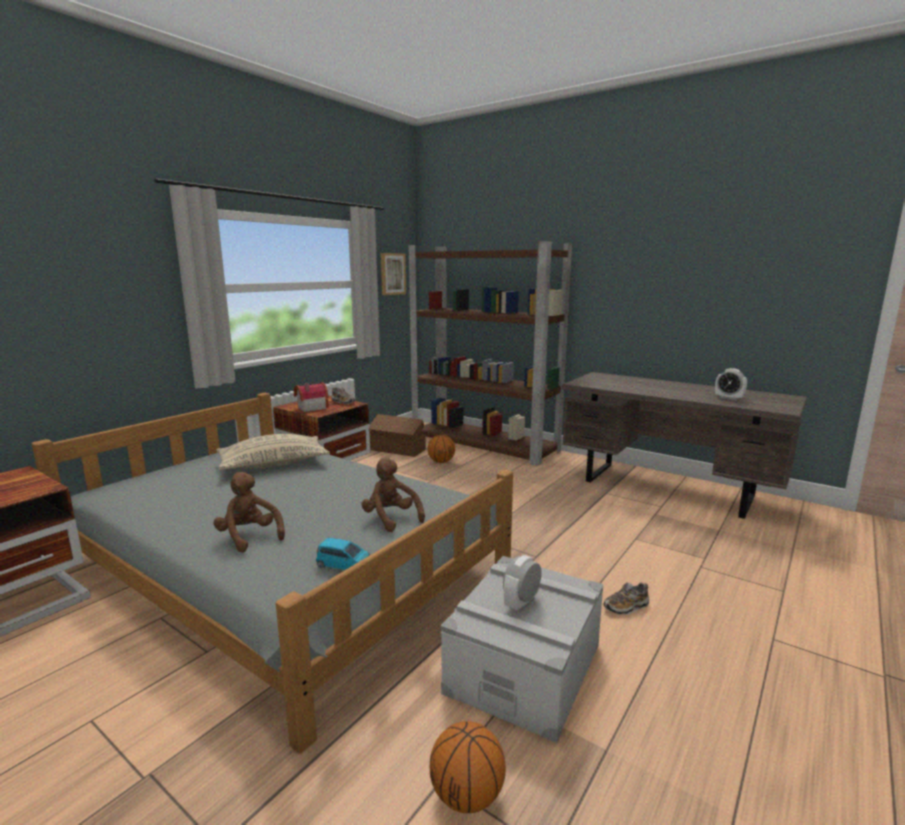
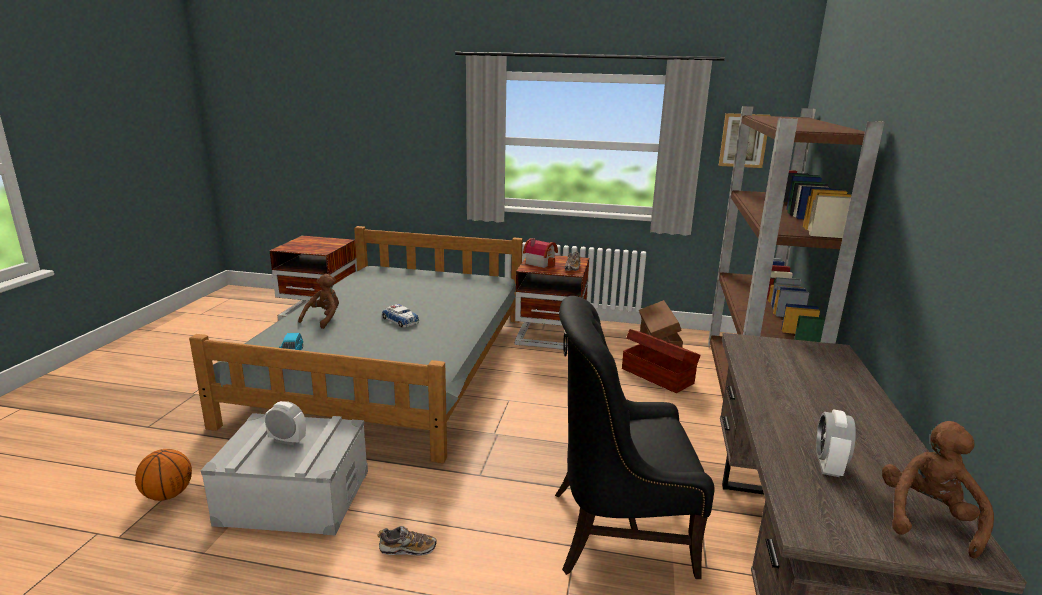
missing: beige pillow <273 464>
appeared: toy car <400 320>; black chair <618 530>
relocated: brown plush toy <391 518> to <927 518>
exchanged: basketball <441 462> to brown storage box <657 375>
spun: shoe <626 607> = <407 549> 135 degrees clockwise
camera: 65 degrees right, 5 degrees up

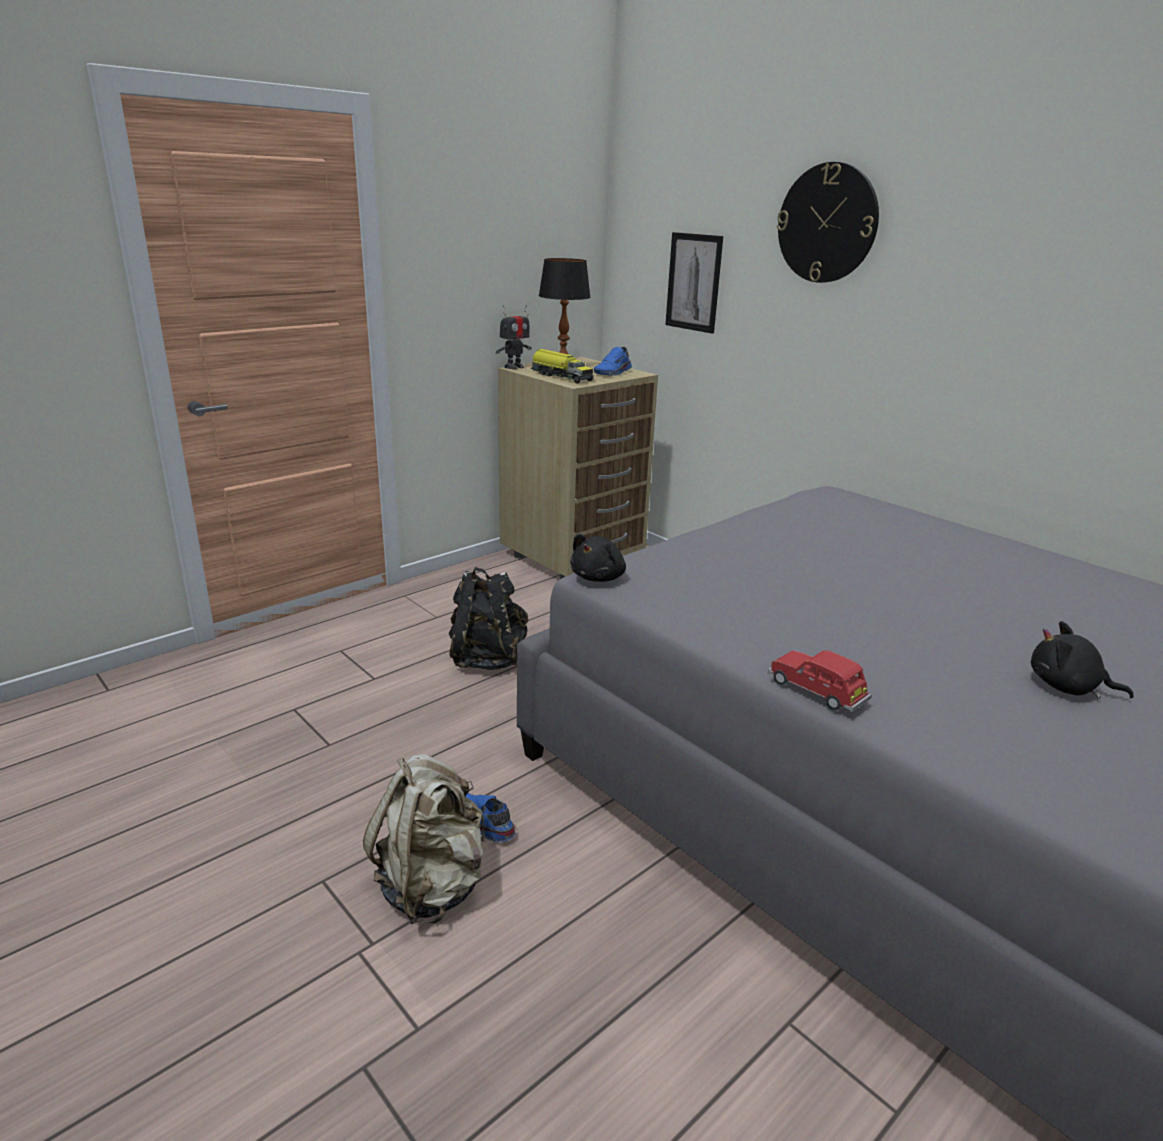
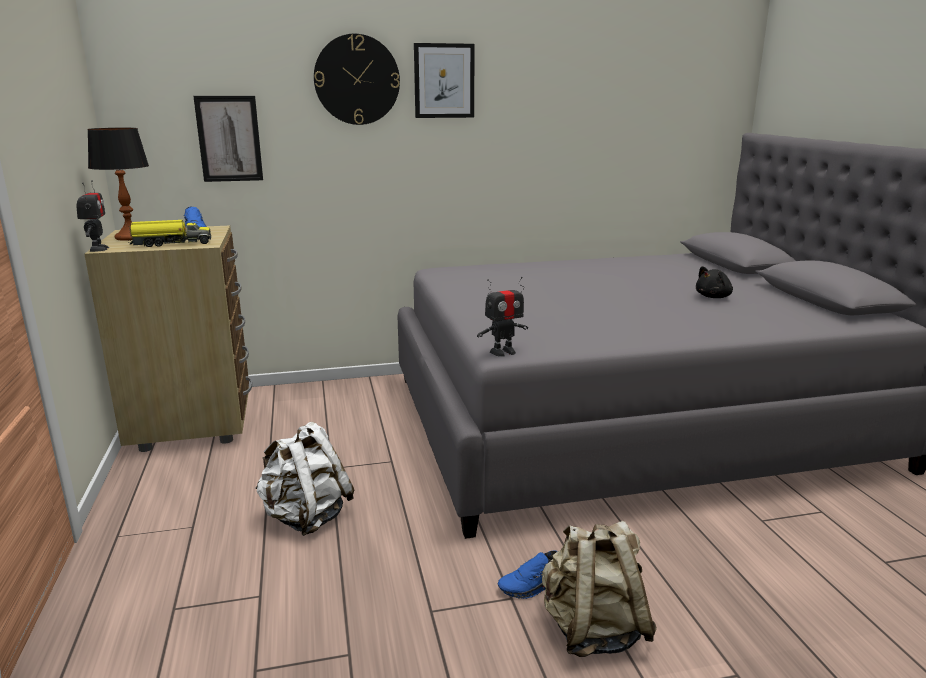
missing: red toy car <817 692>
appeared: picture <444 81>
exchanged: black plush toy <599 577> to toy robot <503 352>
colour: black backpack <488 659> to white backpack <306 517>
camera: 60 degrees left, 5 degrees down

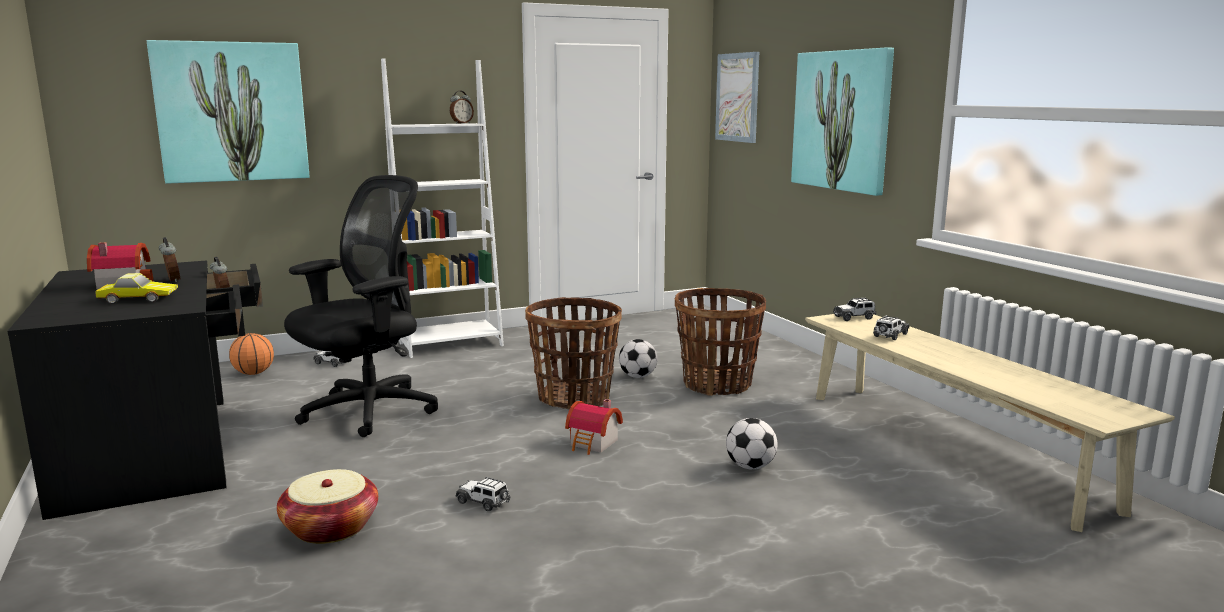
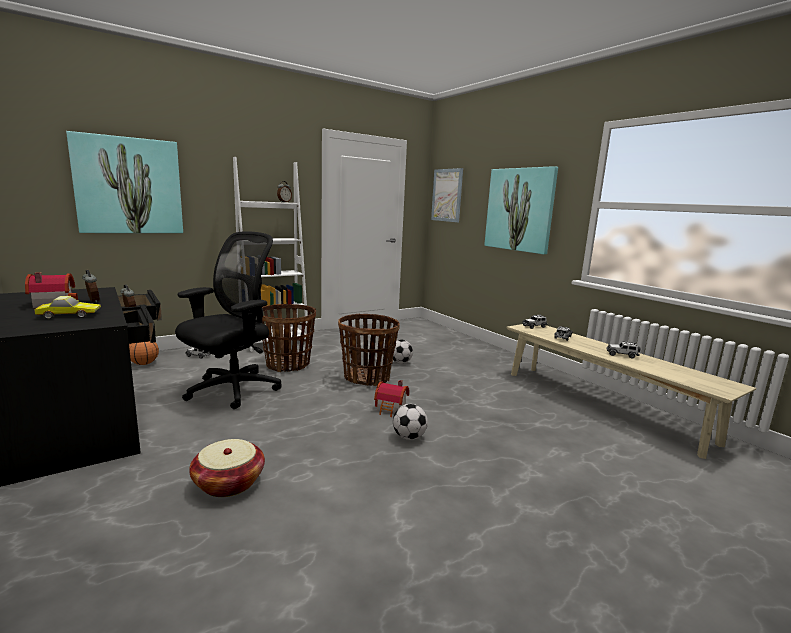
relocated: toy car <483 502> to <622 355>; basket <717 384> to <288 364>; football <750 467> to <409 437>
camera: 10 degrees left, 0 degrees up

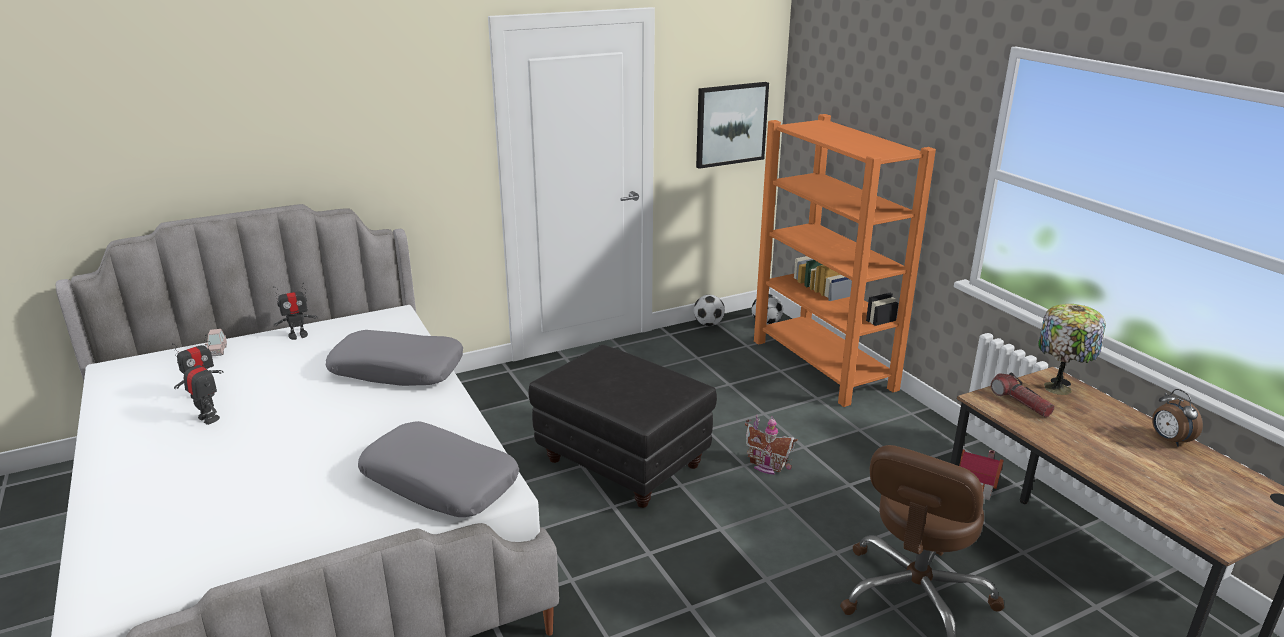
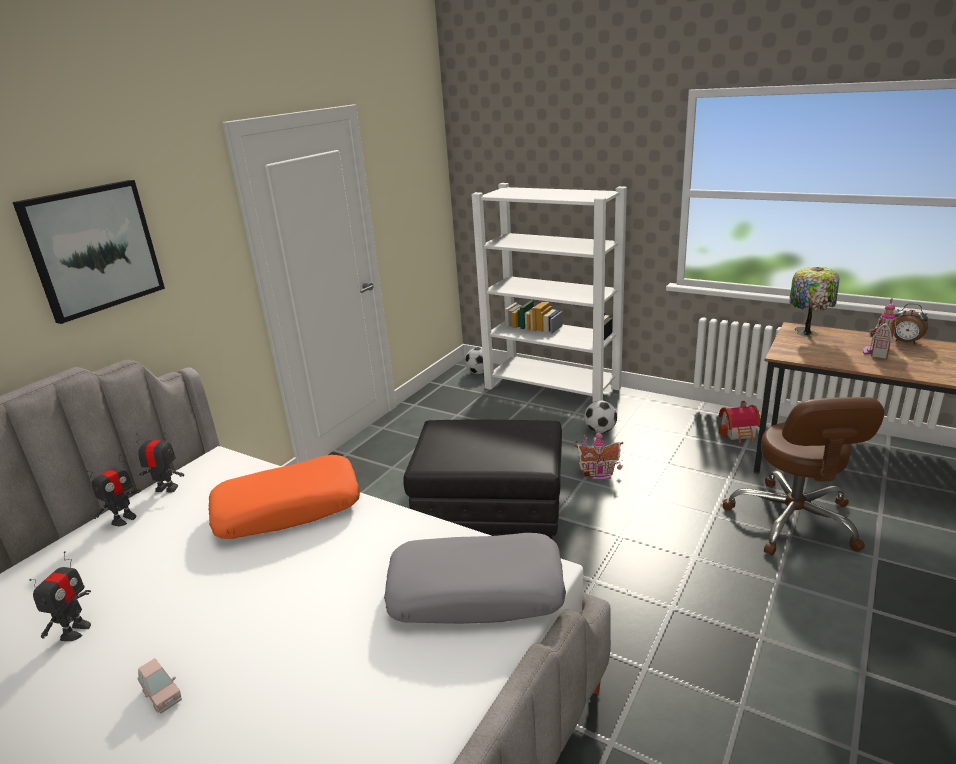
missing: flashlight <1020 403>
appeared: toy house <876 351>
relocated: toy robot <208 418> to <167 488>; pink toy car <217 351> to <162 695>; football <708 324> to <600 430>; picture <730 124> to <93 249>
colour: grey pillow <398 370> to orange pillow <288 508>; orange bookcase <823 365> to white bookcase <552 388>
camera: 30 degrees left, 0 degrees up

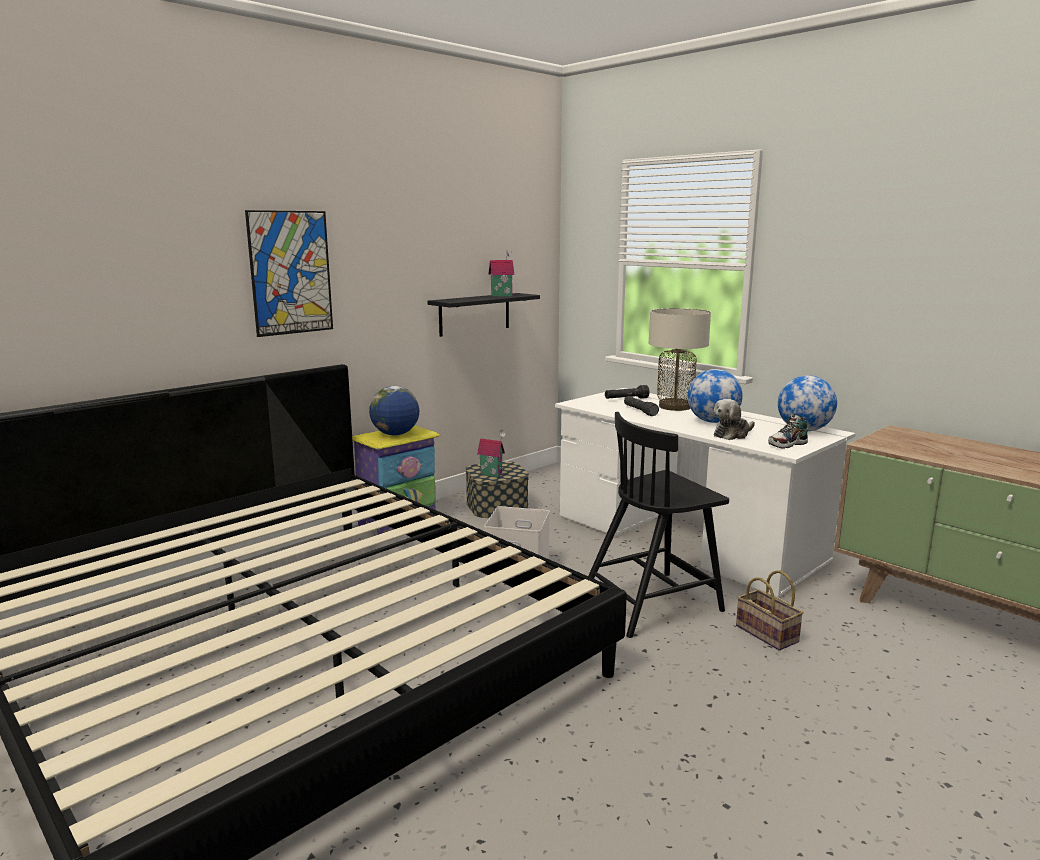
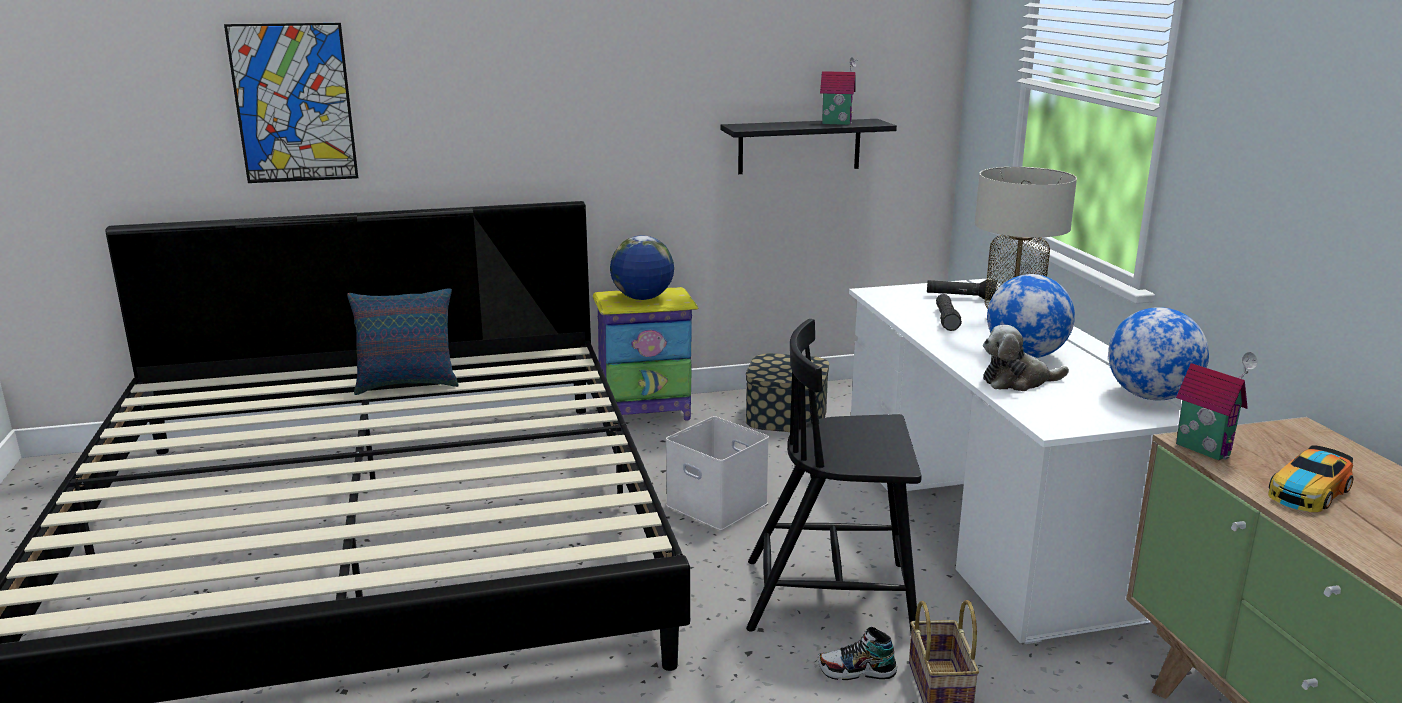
appeared: blue pillow <407 385>; toy car <1308 492>
relocated: picture <291 273> to <293 103>; toy house <492 474> to <1205 448>; shoe <787 444> to <856 671>
camera: 30 degrees right, 5 degrees up

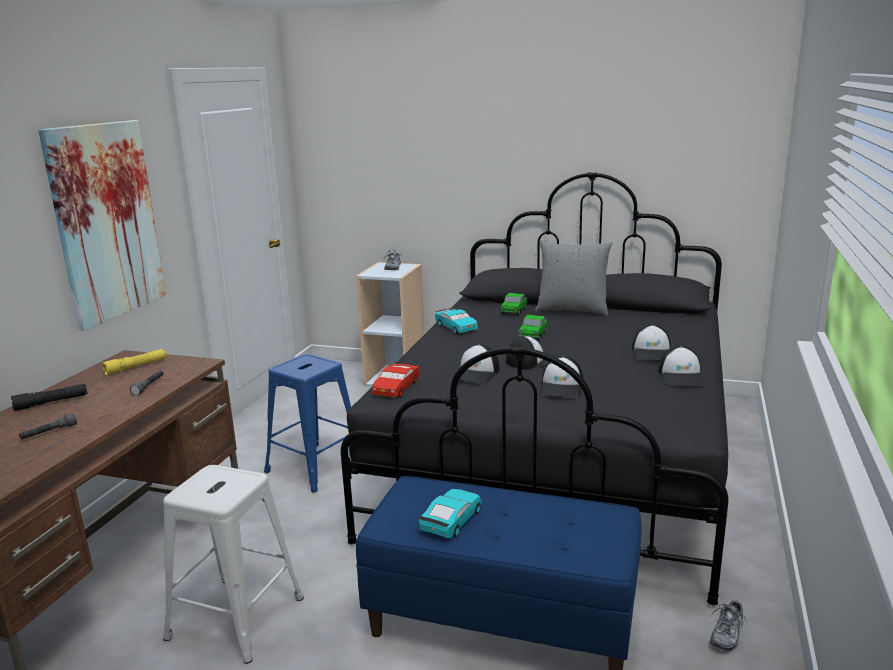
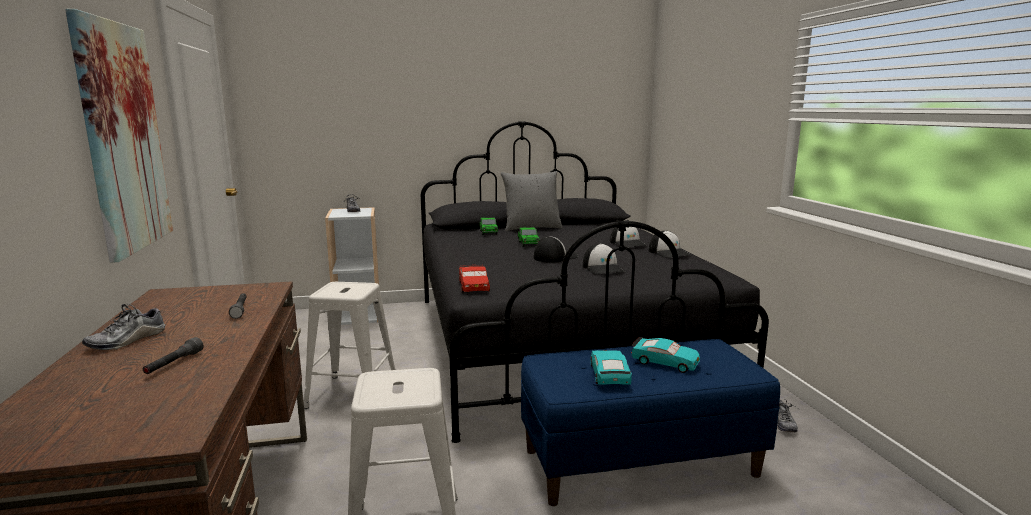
missing: yellow flashlight <136 367>; cap <476 373>
relocated: turquoise toy car <456 327> to <664 362>
exchanged: black flashlight <51 403> to shoe <127 340>
colour: blue stool <315 467> to white stool <352 393>
camera: 30 degrees left, 5 degrees down

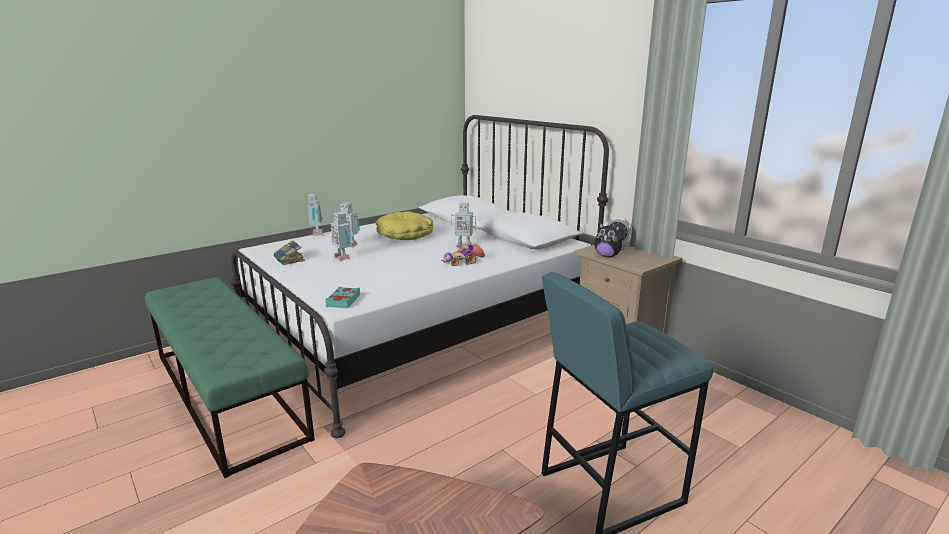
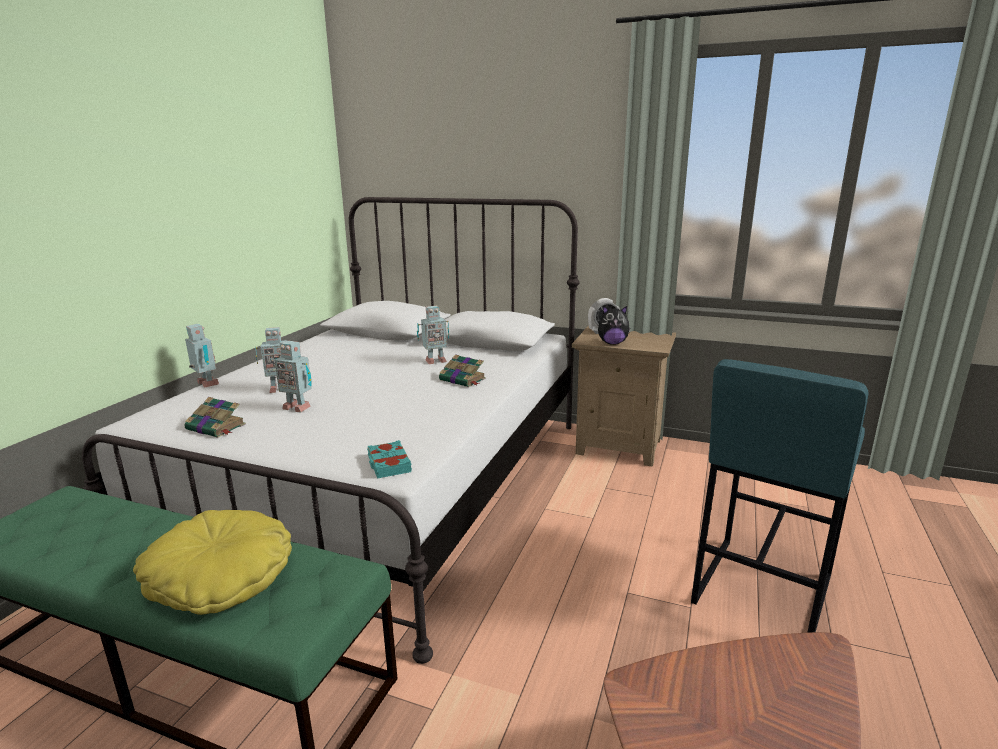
relocated: yellow pillow <406 235> to <223 576>
exchanged: toy car <462 261> to book <463 380>
camera: 30 degrees left, 0 degrees up

